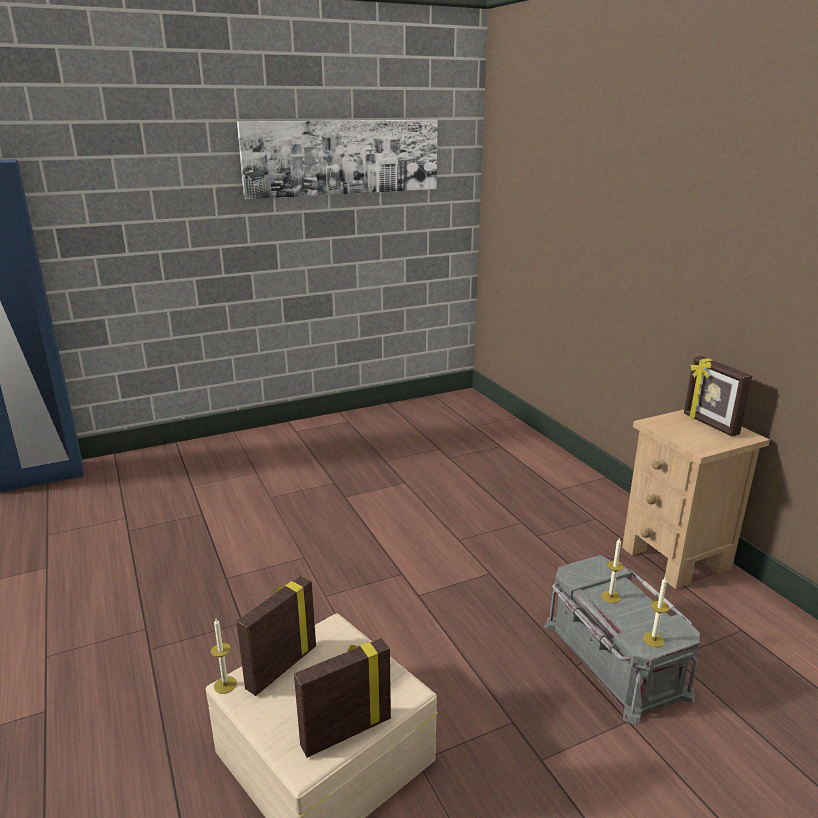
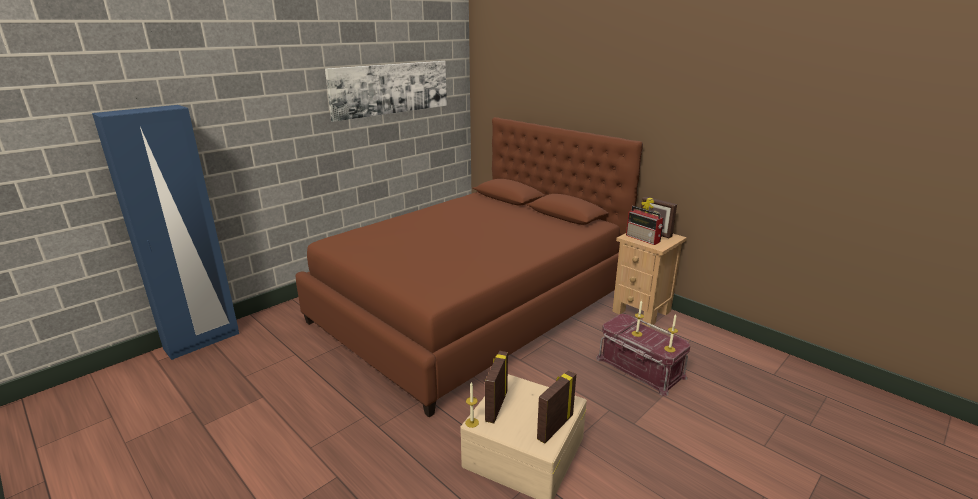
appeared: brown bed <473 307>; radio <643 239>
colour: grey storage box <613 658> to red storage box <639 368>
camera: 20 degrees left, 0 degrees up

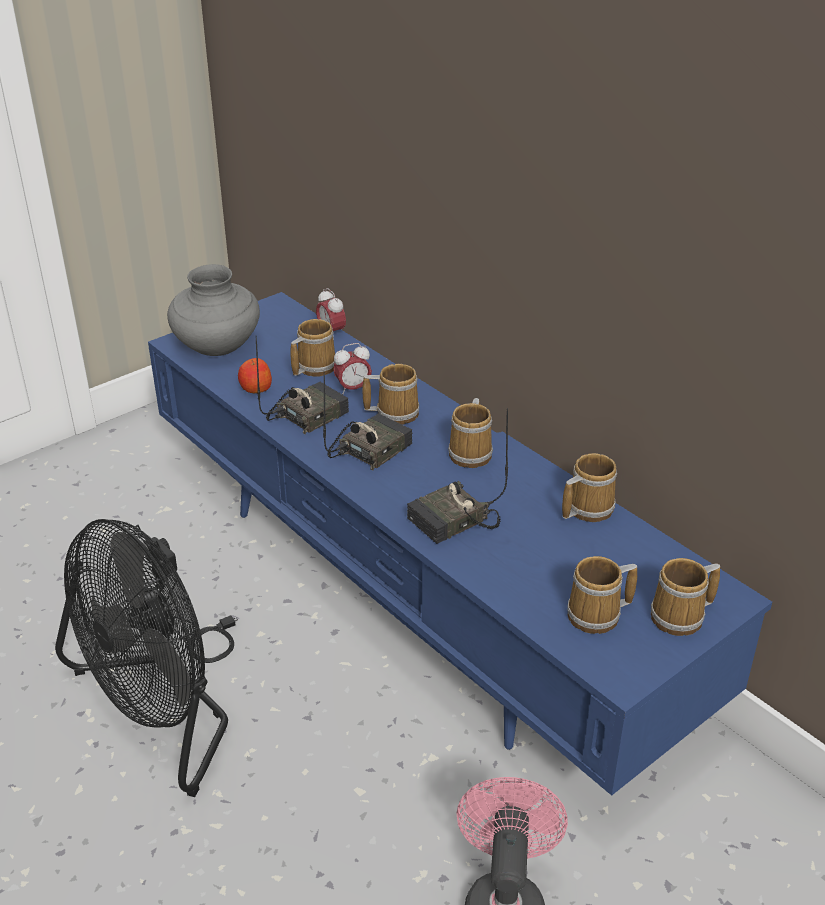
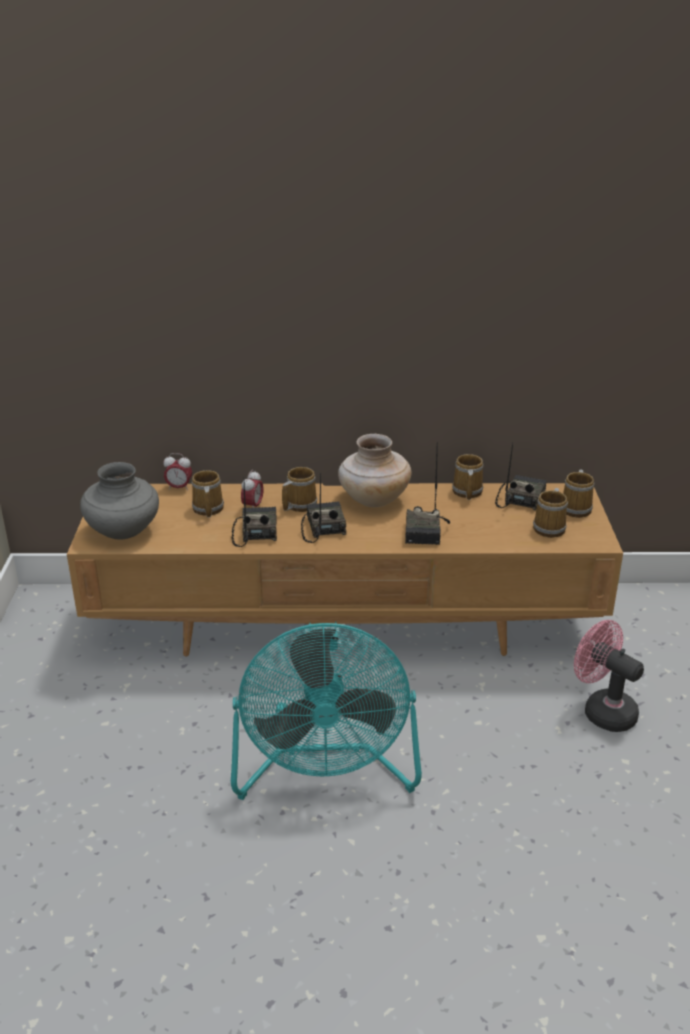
missing: apple <255 388>
appeared: radio <520 499>
exchanged: mug <472 453> to beige vase <373 500>
colour: black fan <165 702> to turquoise fan <318 768>; blue tv stand <415 588> to brown tv stand <345 623>
camera: 50 degrees left, 5 degrees down

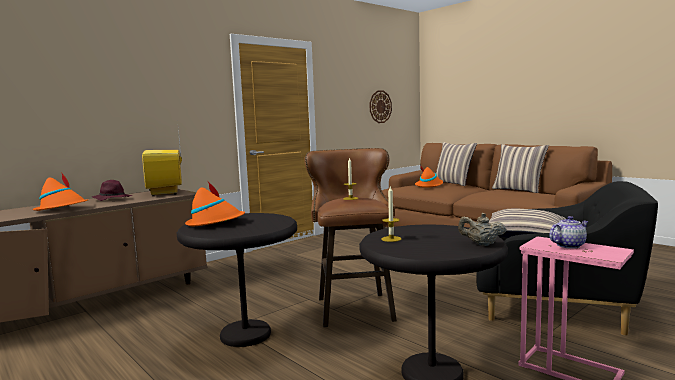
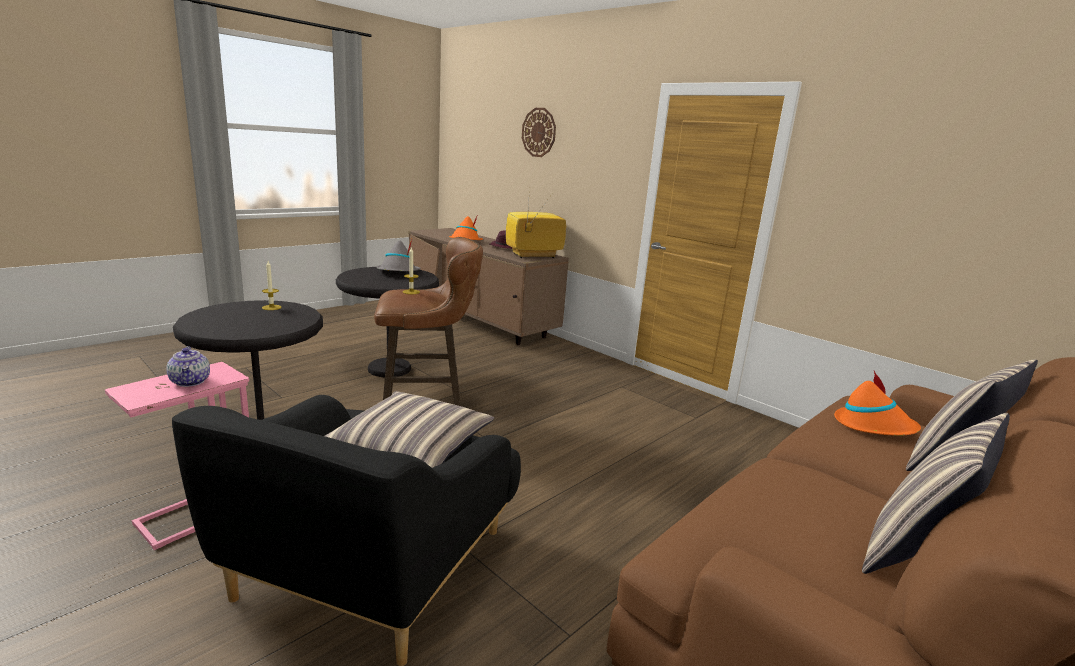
missing: beige teapot <481 244>
relocated: wall clock <380 106> to <539 132>
colour: orange hat <215 223> to grey hat <398 272>
camera: 85 degrees right, 10 degrees up

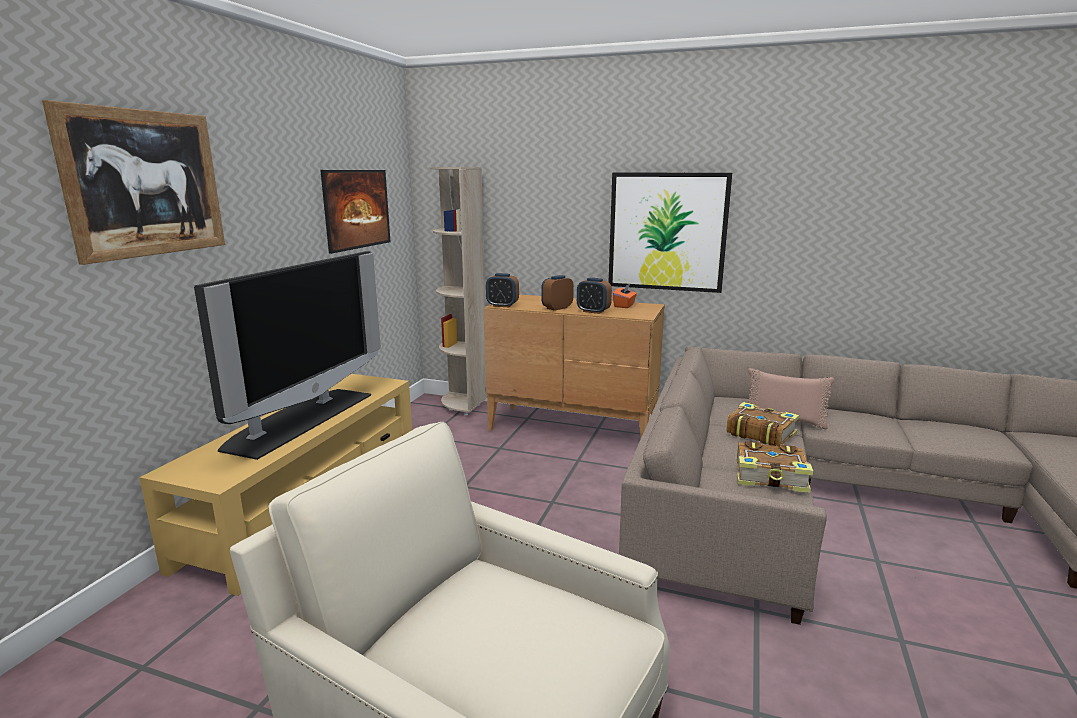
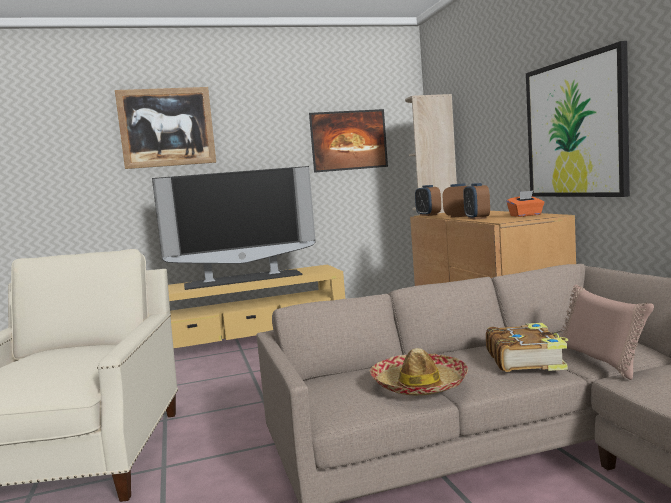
exchanged: book <771 477> to hat <418 385>
camera: 55 degrees right, 10 degrees down

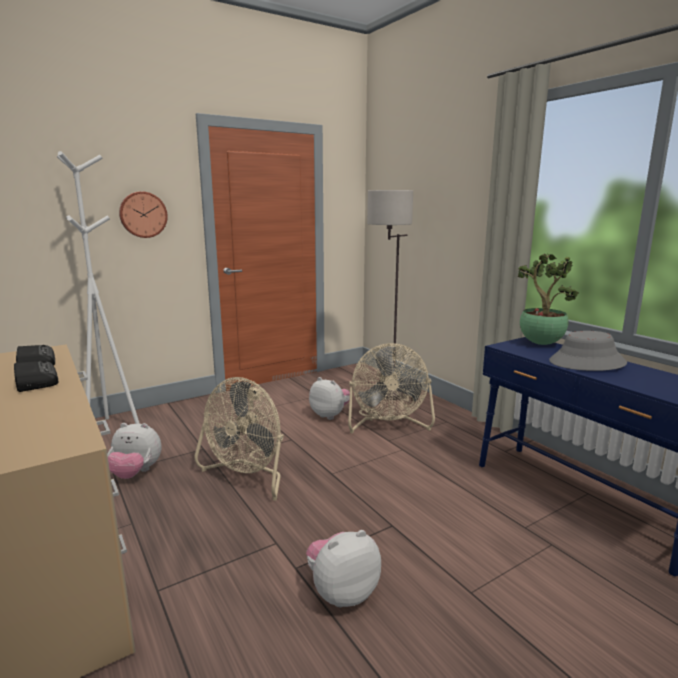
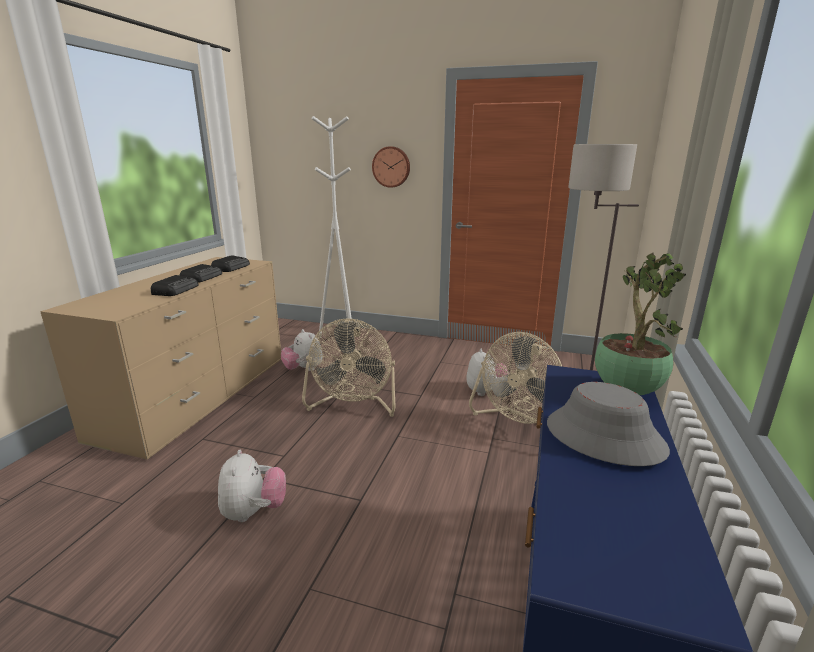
appeared: radio <176 290>
spun: beige fan <248 474> = <351 403> 75 degrees counterclockwise; plush toy <342 592> = <254 512> 60 degrees clockwise
camera: 50 degrees right, 5 degrees up

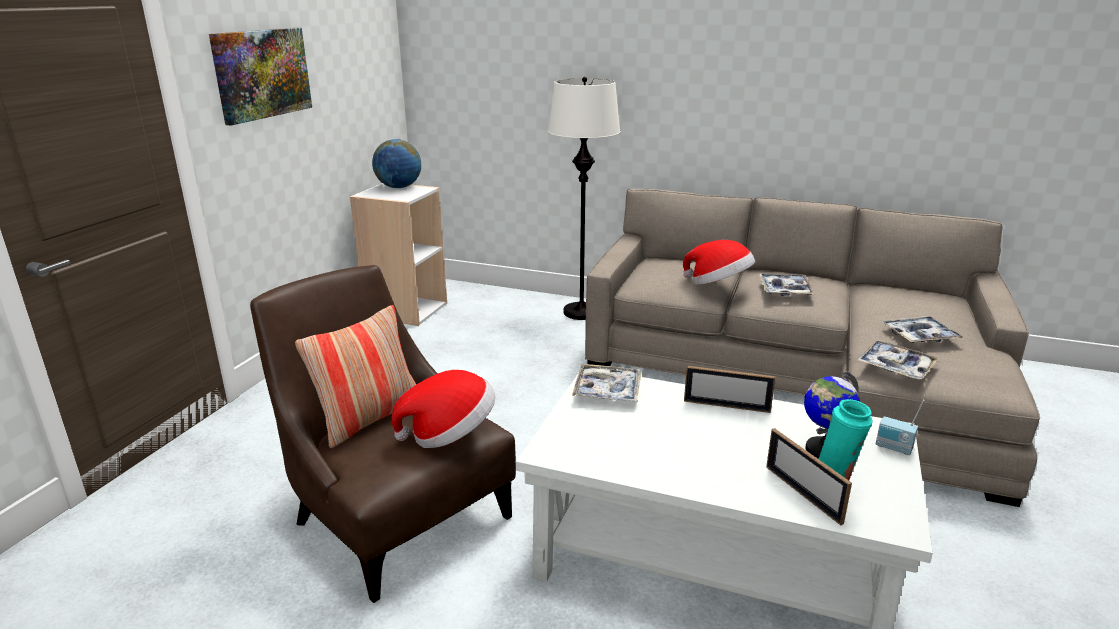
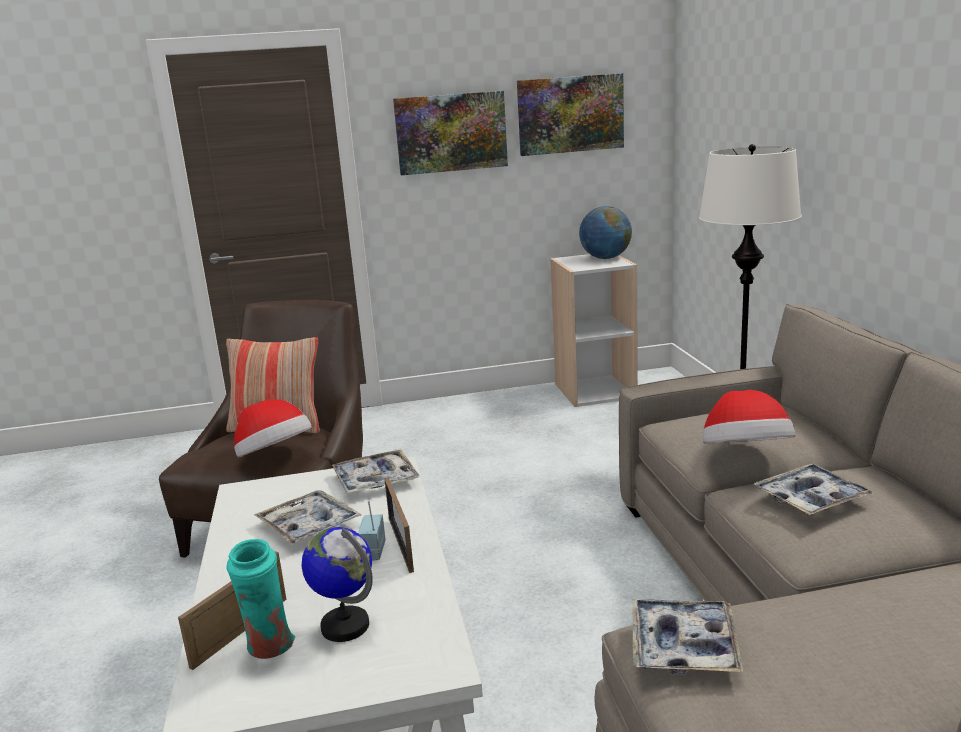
appeared: picture <570 114>
relocated: radio <893 448> to <372 551>; tray <919 336> to <309 525>
camera: 60 degrees right, 5 degrees down

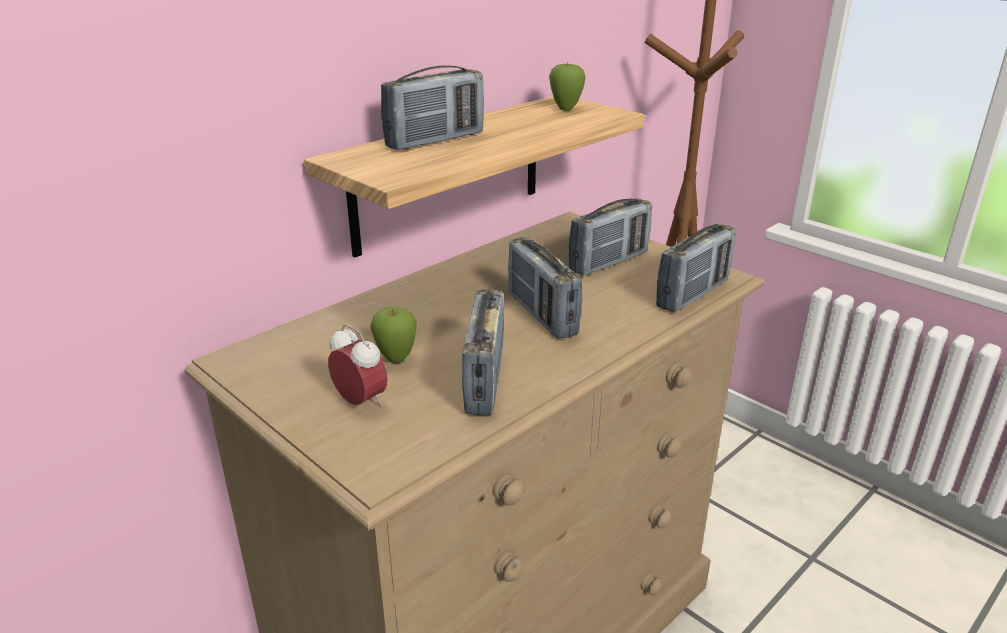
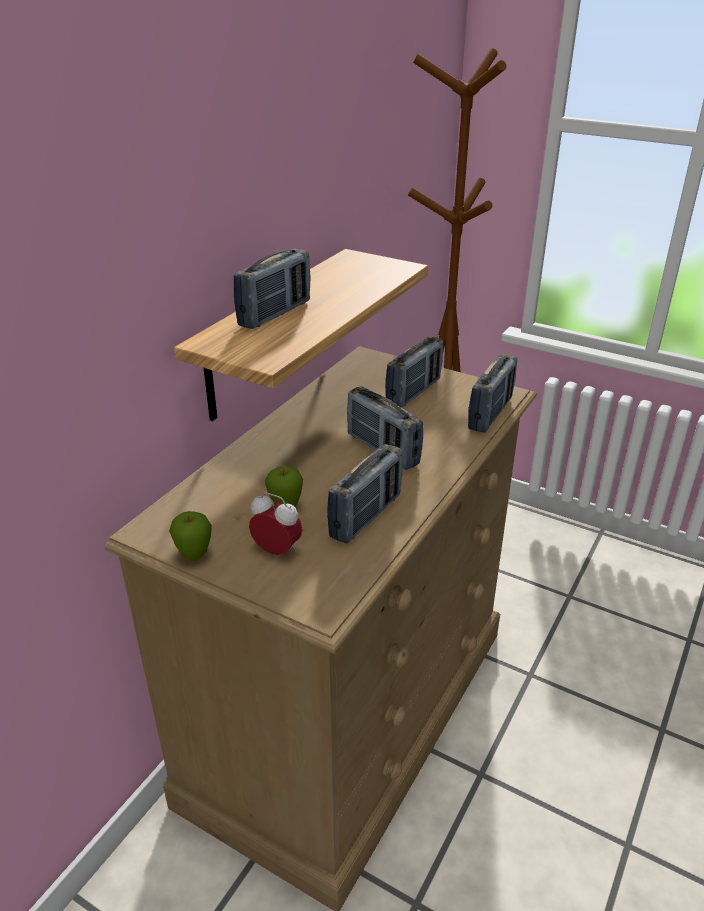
relocated: apple <565 109> to <194 556>
spun: radio <484 381> = <366 516> 135 degrees counterclockwise
camera: 15 degrees left, 5 degrees up

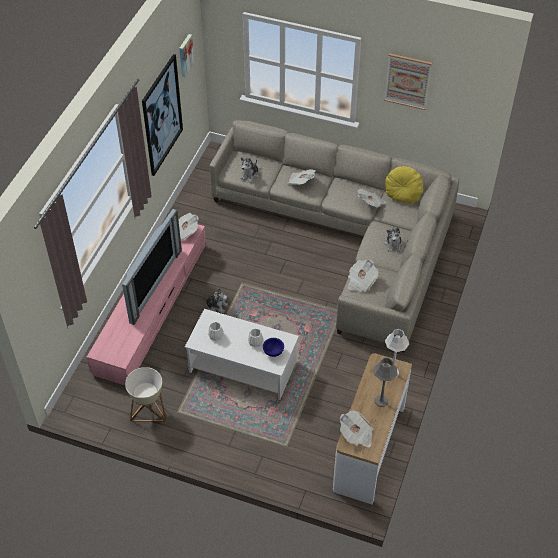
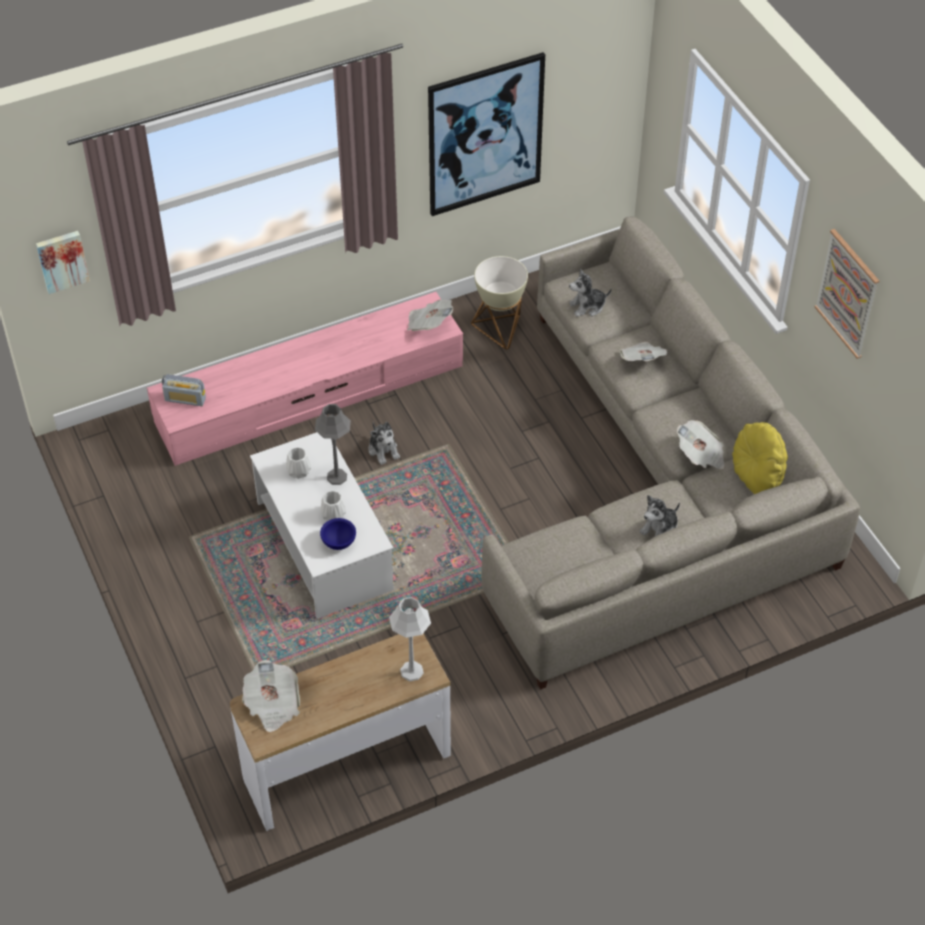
missing: television <152 284>; newspaper <361 281>
appeared: radio <185 399>
relocated: planter <149 411> to <500 329>; picture <185 55> to <62 260>; grey table lamp <381 401> to <336 477>
camera: 45 degrees right, 0 degrees up

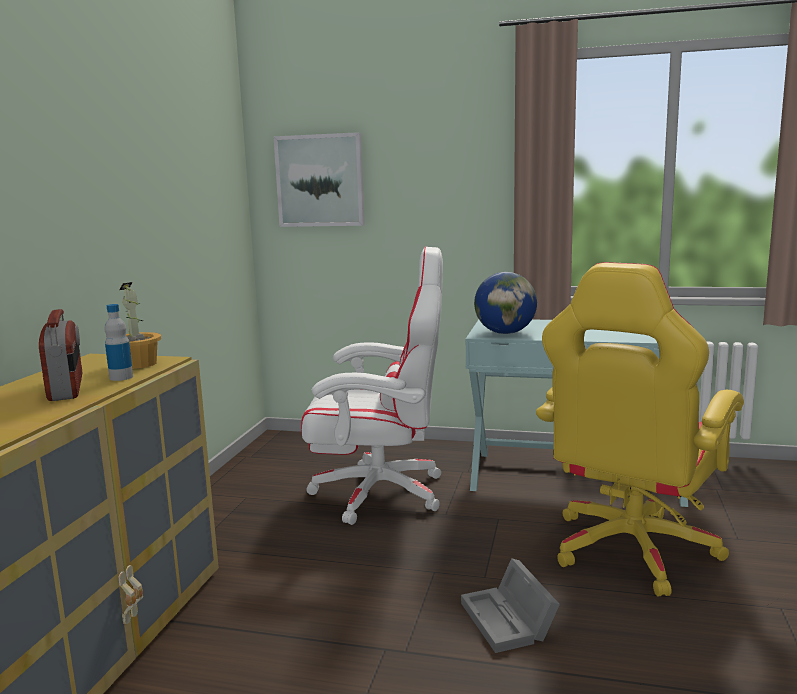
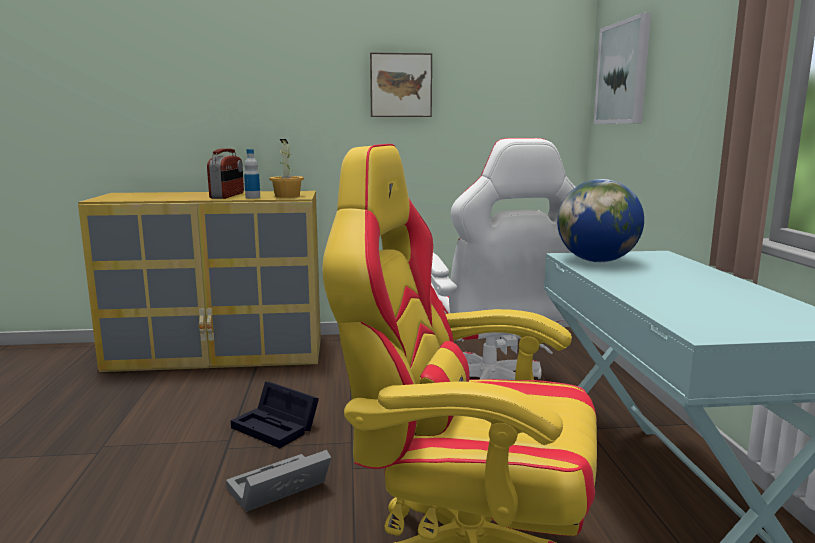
appeared: black storage box <277 427>; picture <400 85>
spun: radio <67 388> = <228 196> 45 degrees counterclockwise
camera: 70 degrees right, 0 degrees up

